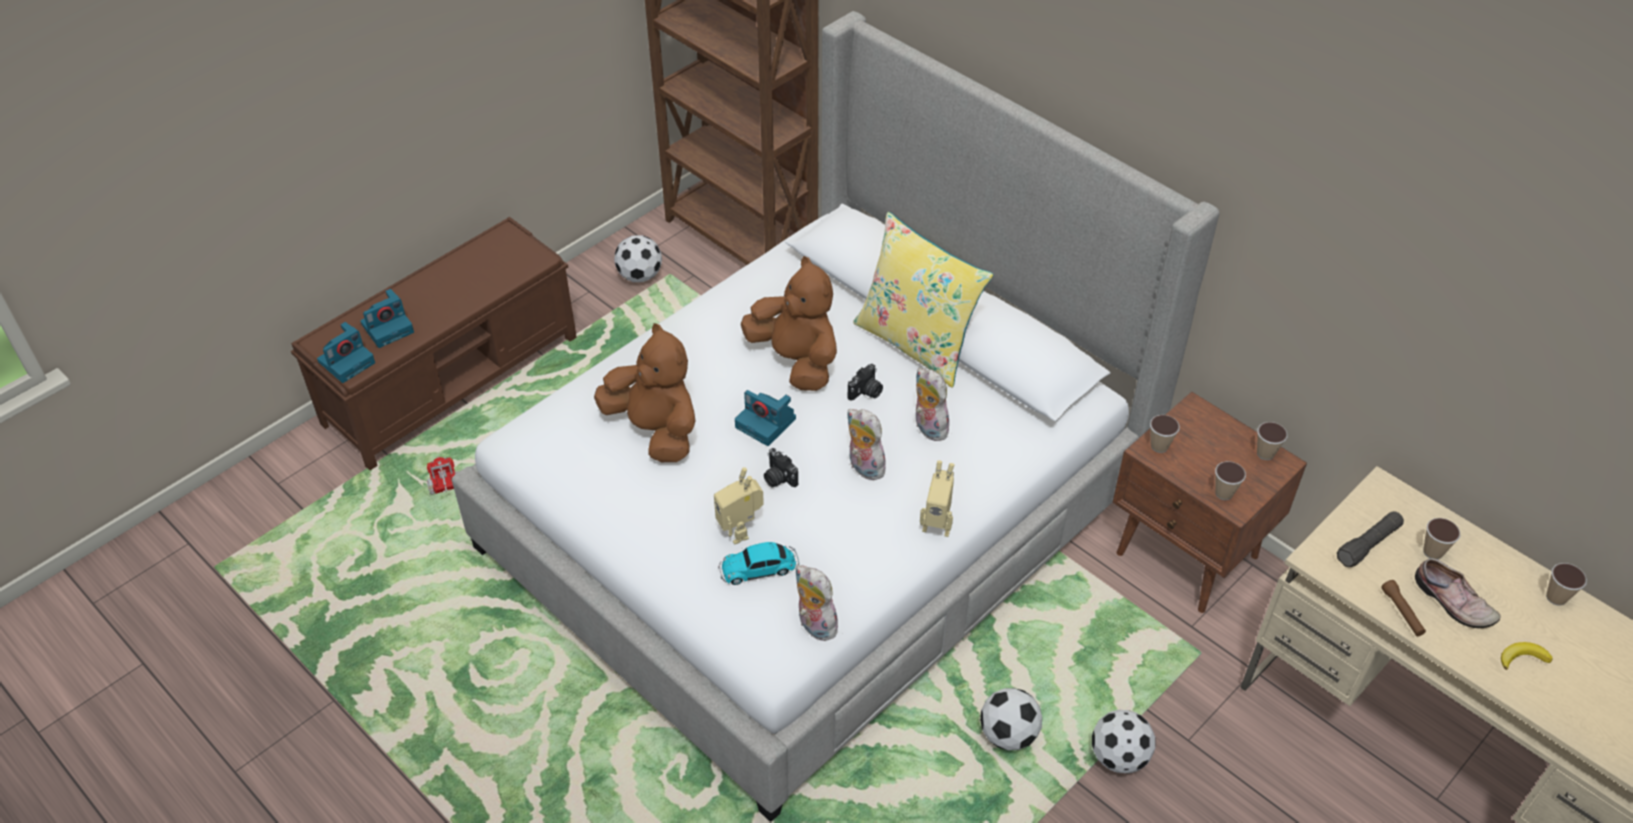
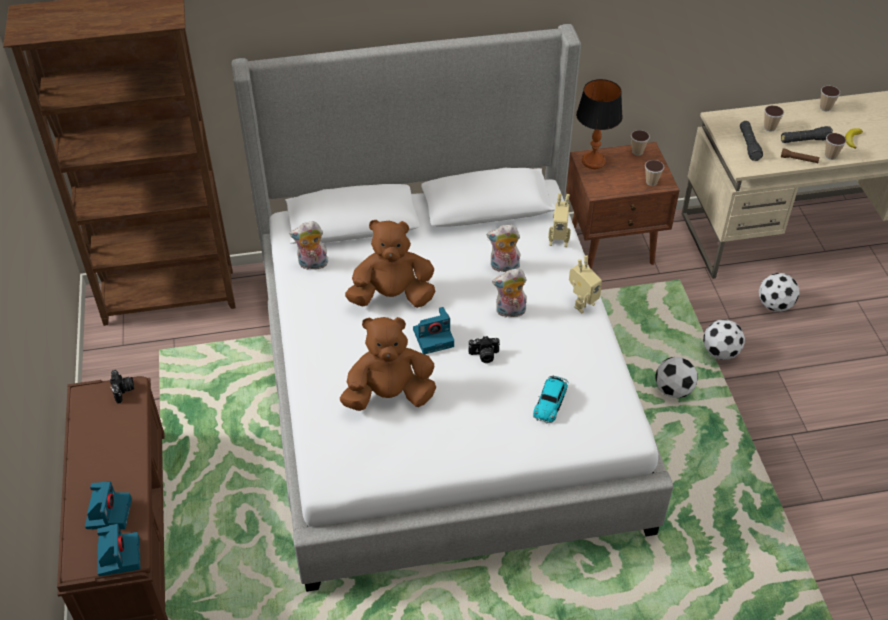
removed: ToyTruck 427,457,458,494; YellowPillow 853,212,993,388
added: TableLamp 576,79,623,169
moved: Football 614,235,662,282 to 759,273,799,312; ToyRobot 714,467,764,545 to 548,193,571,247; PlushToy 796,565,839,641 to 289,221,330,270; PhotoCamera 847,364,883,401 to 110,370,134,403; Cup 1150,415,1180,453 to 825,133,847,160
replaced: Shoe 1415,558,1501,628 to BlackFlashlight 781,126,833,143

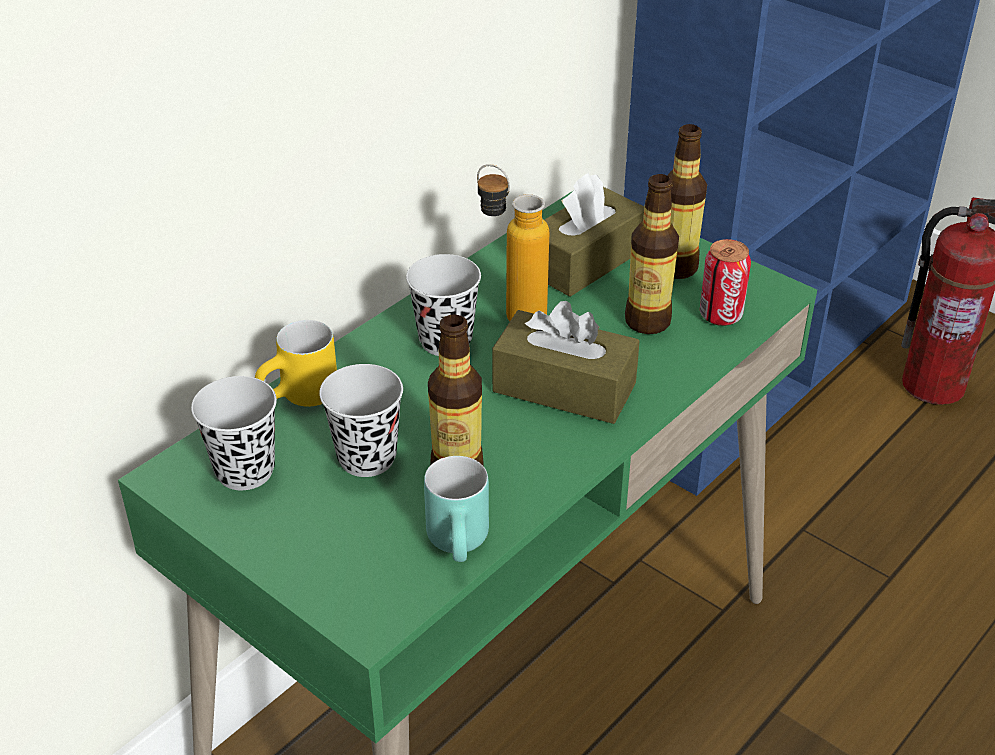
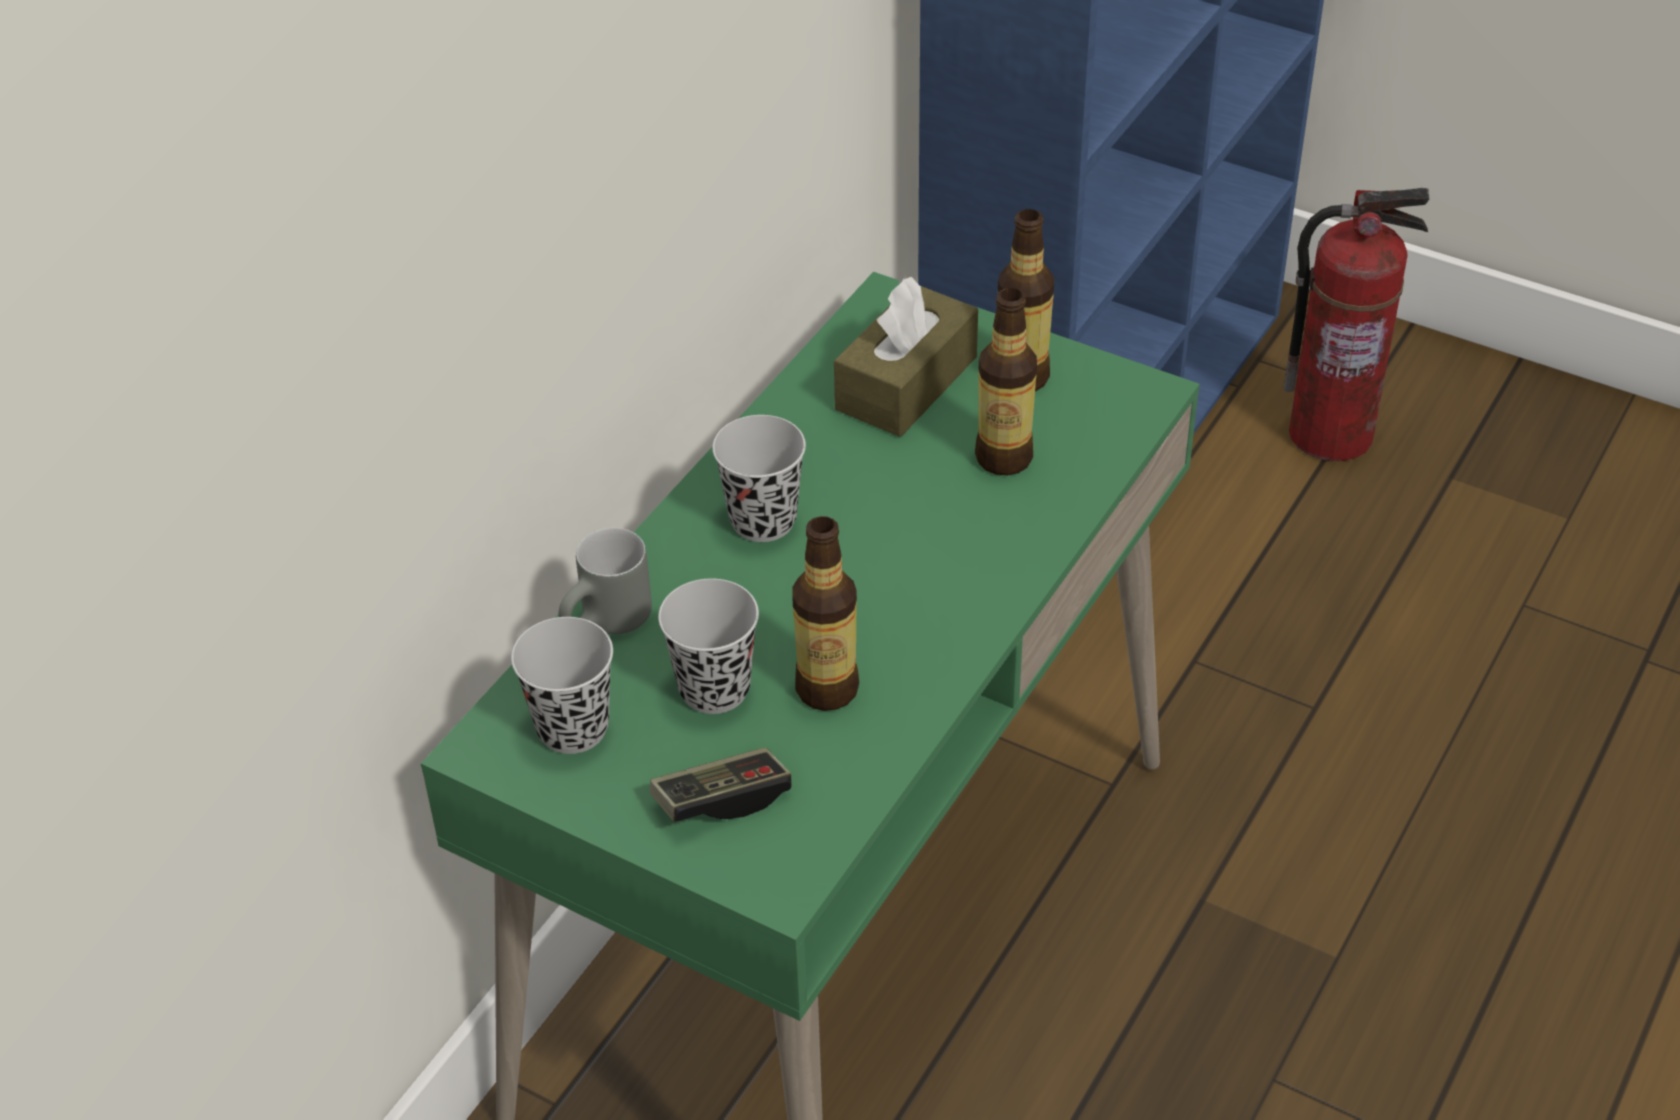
removed: TurquoiseMug 424,456,489,562; Bottle 477,164,549,321; BrownTissueBox 492,301,640,424; Can 700,239,751,326
added: GameController 650,748,791,822
recoloured: YellowMug 255,320,337,407 to GreyMug 559,528,652,634

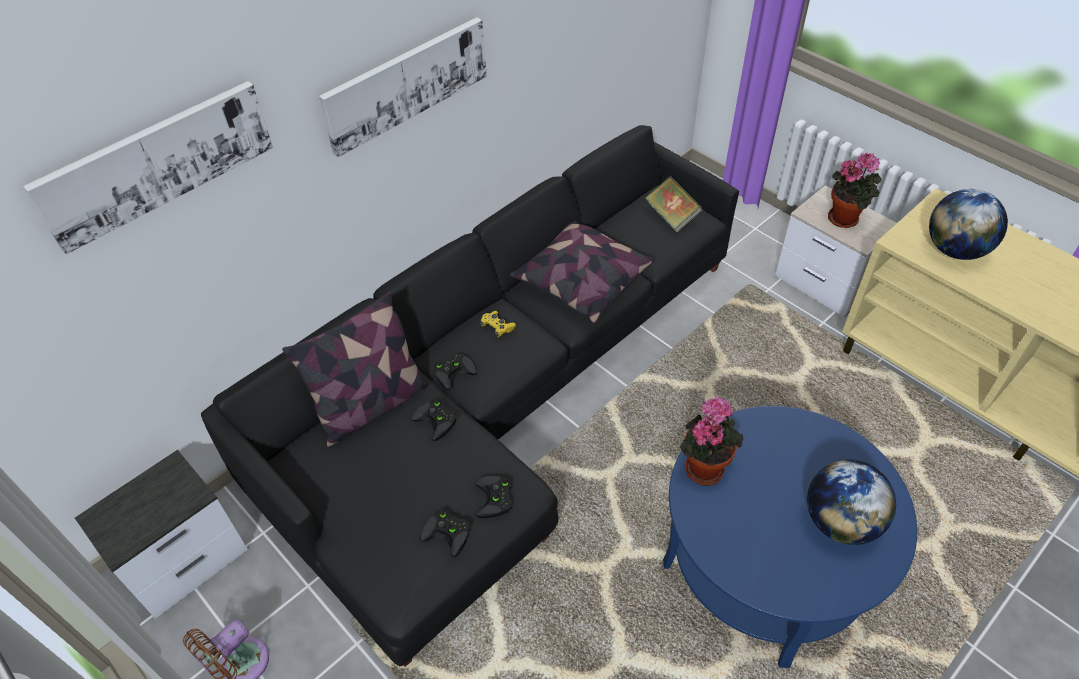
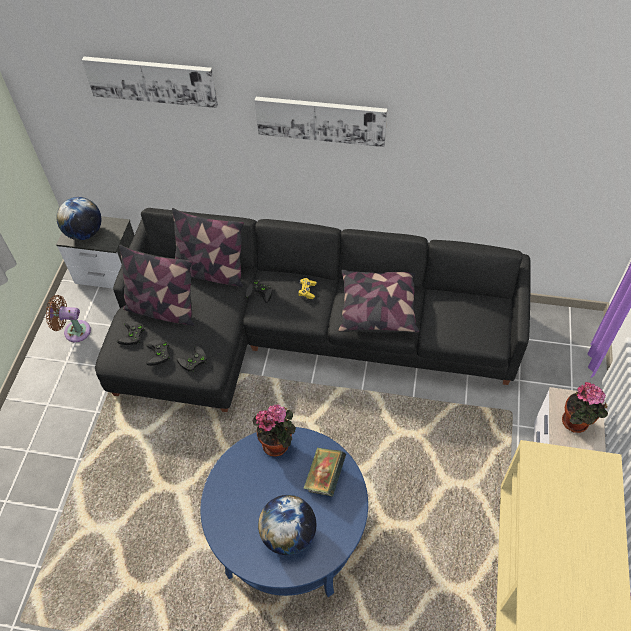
added: Pillow 119,244,194,326
moved: BlackGameController 411,399,457,441 to 117,321,145,345; Book 645,176,703,232 to 303,448,346,496; Globe 929,189,1008,260 to 56,197,101,240

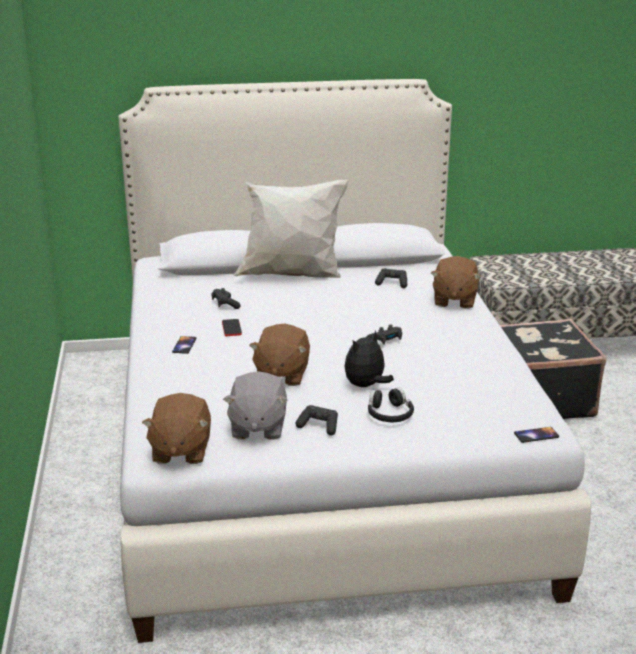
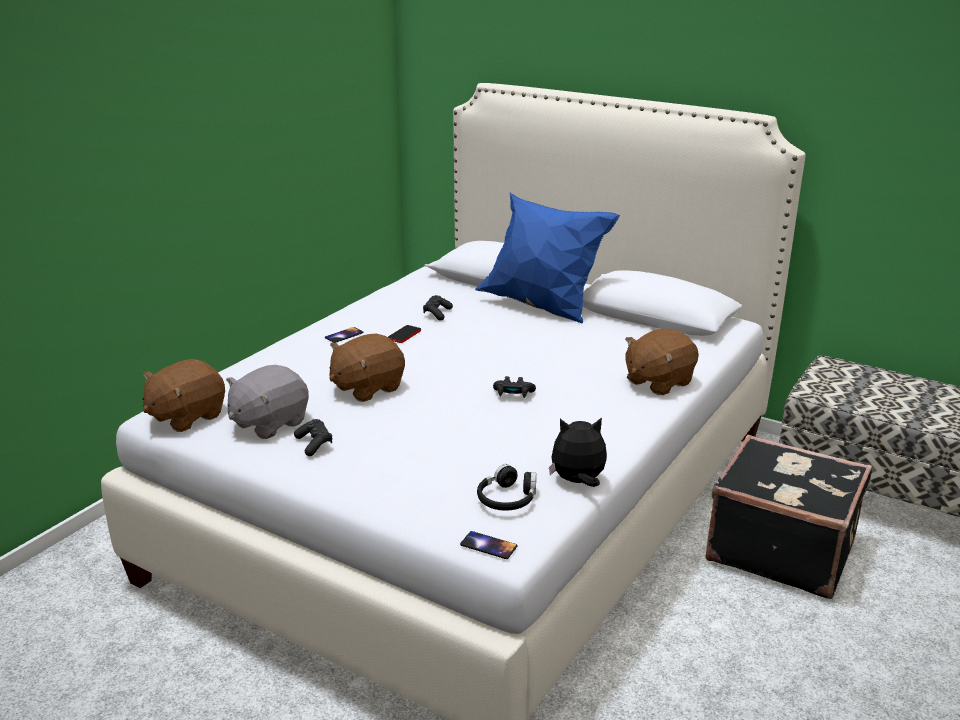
removed: BlackGameController 375,268,407,288
moved: PlushToy 344,330,394,387 to 549,417,607,487; BlackHeadphones 368,388,414,422 to 477,464,536,511
recoloured: WhitePillow 234,179,349,278 to BluePillow 475,193,620,323

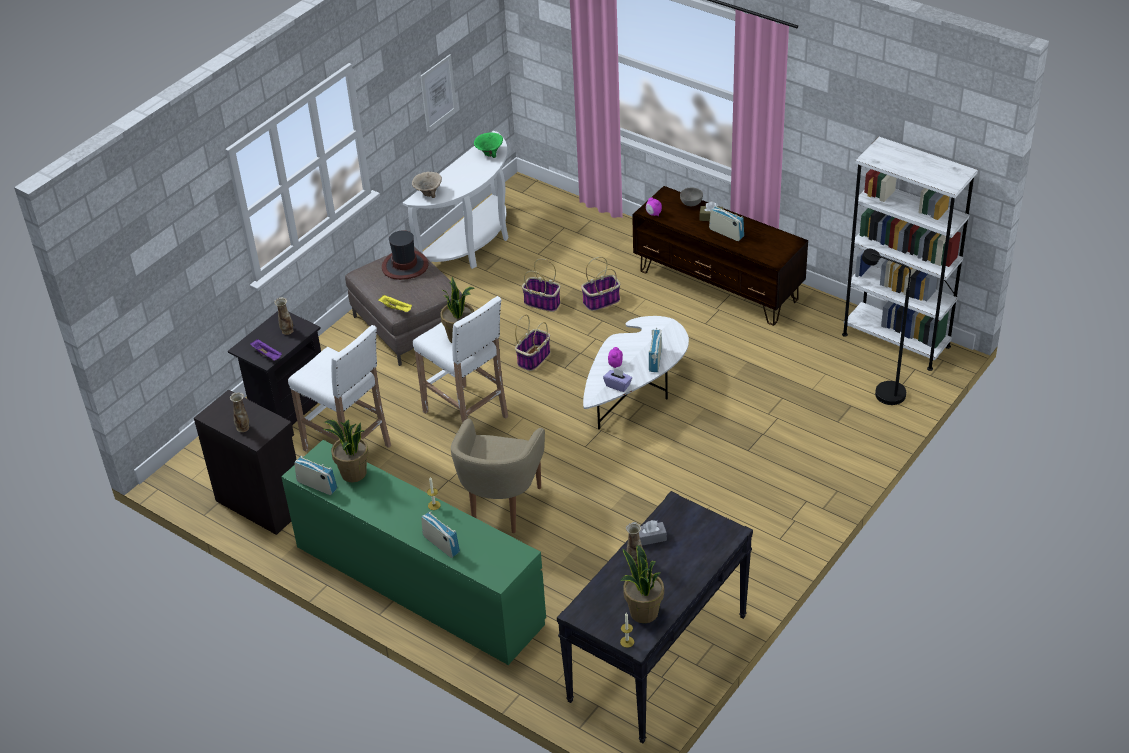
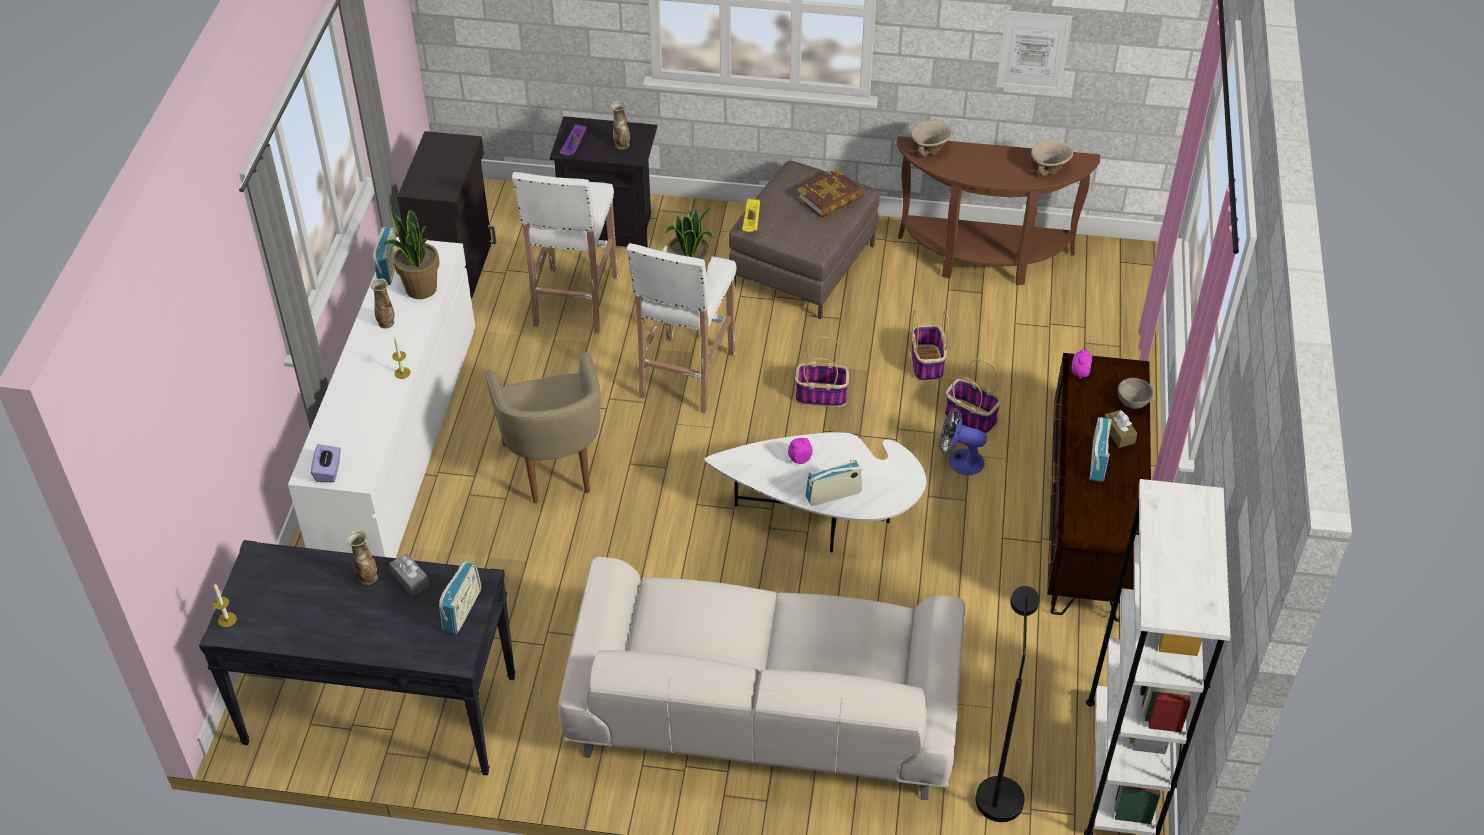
removed: PottedPlant 620,545,664,623
added: WhiteSofa 558,557,965,800; Fan 940,408,987,475
moved: Vase 230,392,249,432 to 370,278,394,329; Radio 421,511,460,558 to 439,561,481,634; PurpleTissueBox 603,368,632,392 to 311,444,341,482
replaced: Hat 382,230,428,280 to Book 797,169,864,218
recoloured: GreenDresser 281,440,546,665 to WhiteDresser 288,237,475,558; WhiteConsoleTable 403,131,509,269 to BrownConsoleTable 897,136,1100,285; GreenBowl 474,132,503,158 to BeigeBowl 1031,140,1073,176
turned: BeigeArmchair 451,419,545,533 = 485,352,601,503 90 degrees counterclockwise

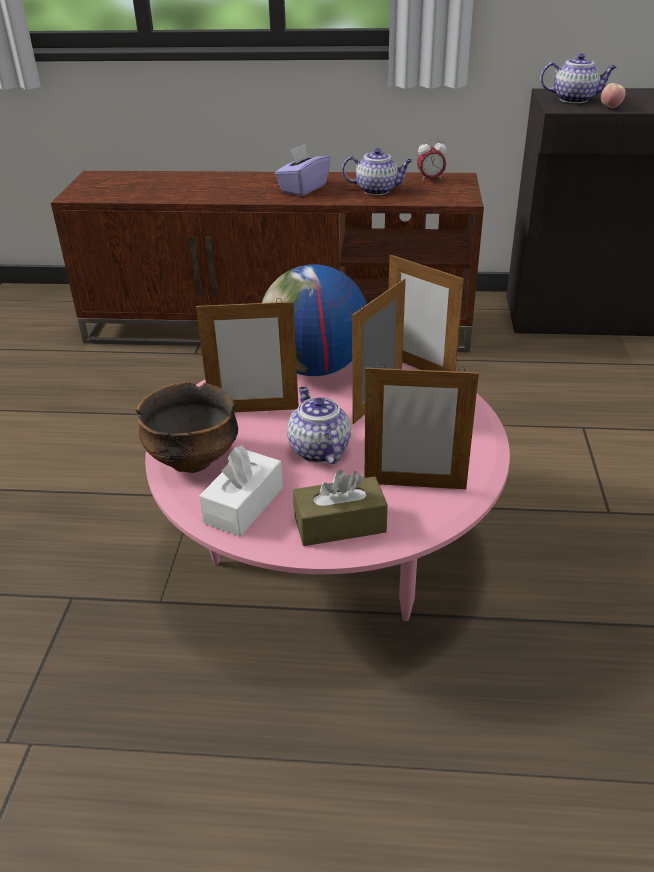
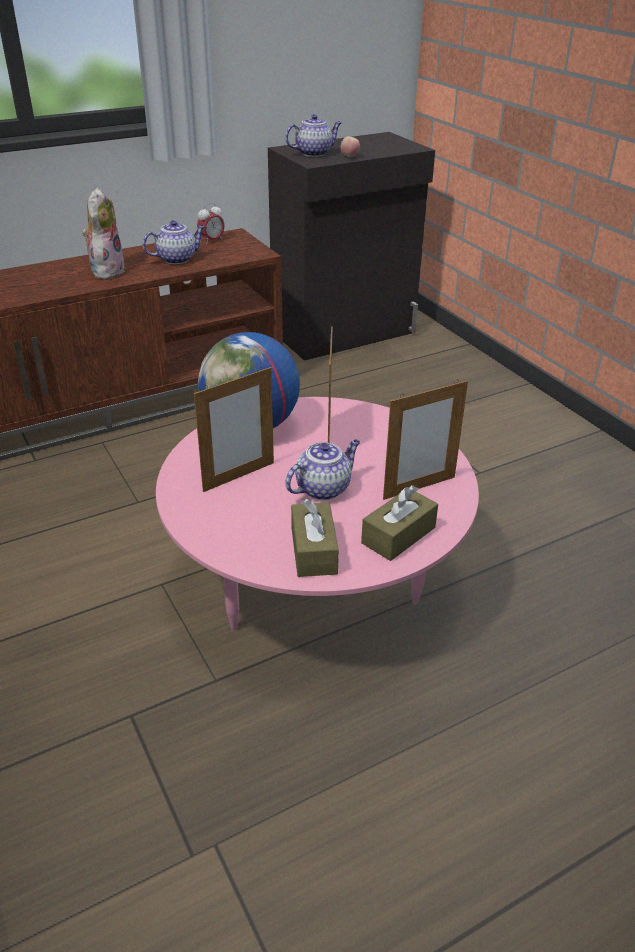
removed: Bowl 136,382,238,473; PictureFrame 389,254,464,372
replaced: PurpleTissueBox 275,144,331,196 to PlushToy 82,188,126,279
recoloured: WhiteTissueBox 199,446,283,536 to BrownTissueBox 291,499,339,577
turned: Teapot 287,387,351,464 = 285,440,360,500 105 degrees clockwise

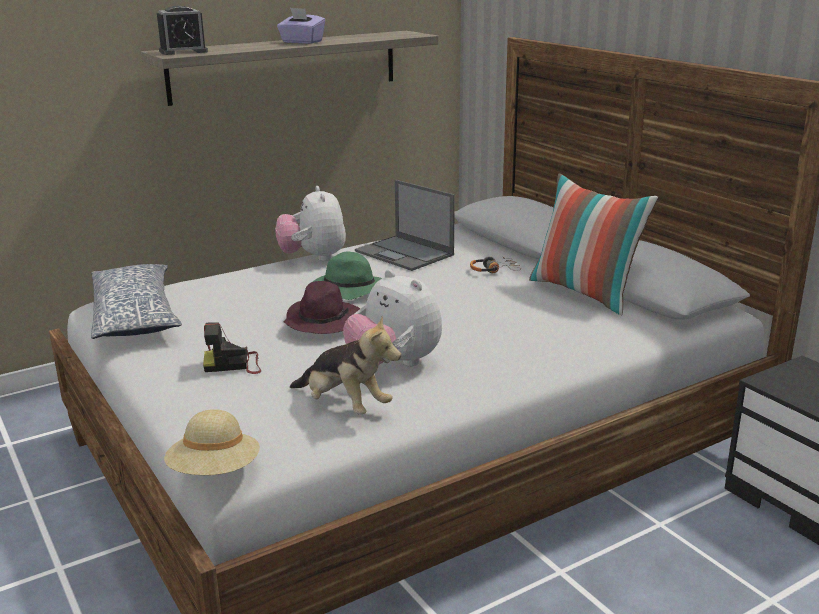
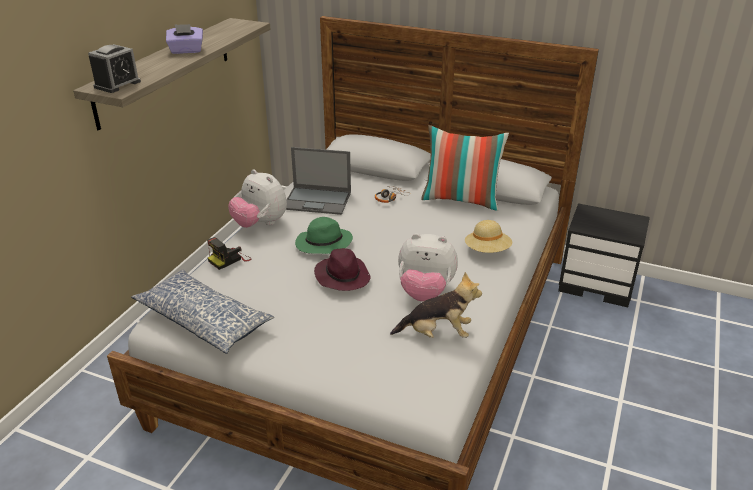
moved: BeigeHat 164,409,260,475 to 465,220,512,253; PhotoCamera 203,322,261,374 to 207,237,251,270

